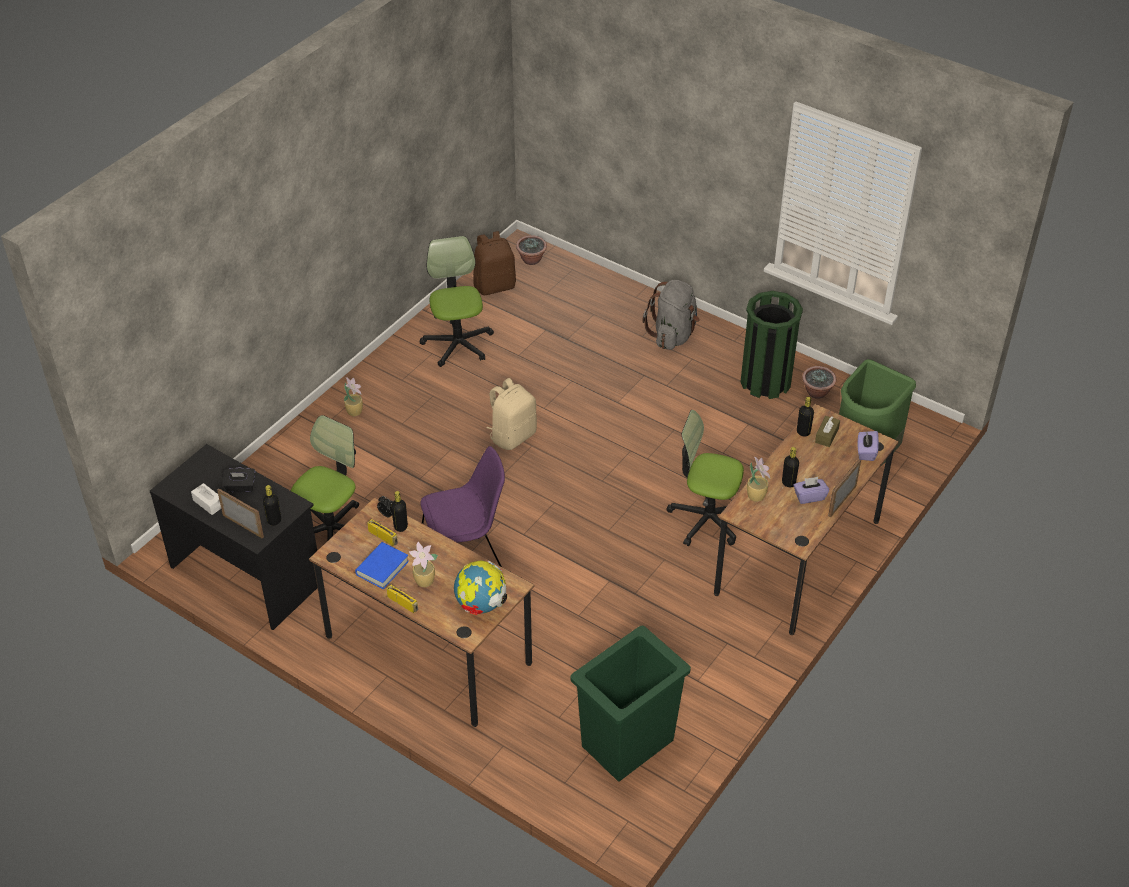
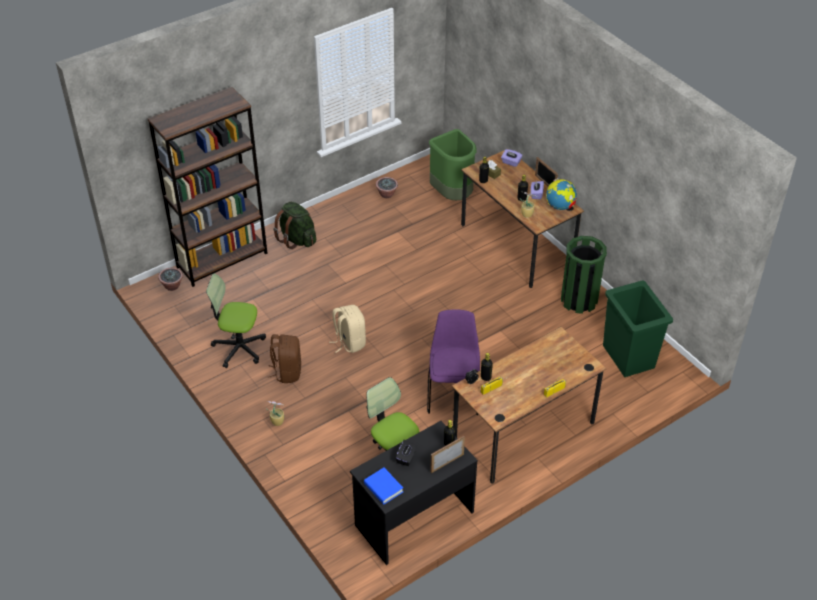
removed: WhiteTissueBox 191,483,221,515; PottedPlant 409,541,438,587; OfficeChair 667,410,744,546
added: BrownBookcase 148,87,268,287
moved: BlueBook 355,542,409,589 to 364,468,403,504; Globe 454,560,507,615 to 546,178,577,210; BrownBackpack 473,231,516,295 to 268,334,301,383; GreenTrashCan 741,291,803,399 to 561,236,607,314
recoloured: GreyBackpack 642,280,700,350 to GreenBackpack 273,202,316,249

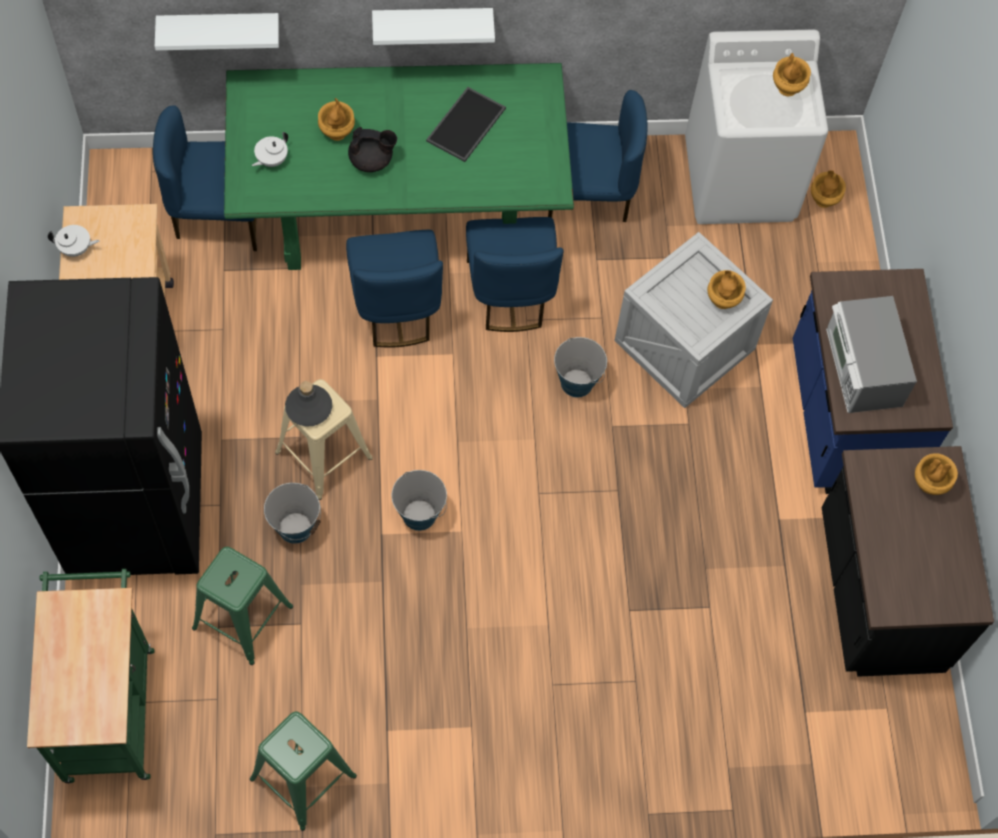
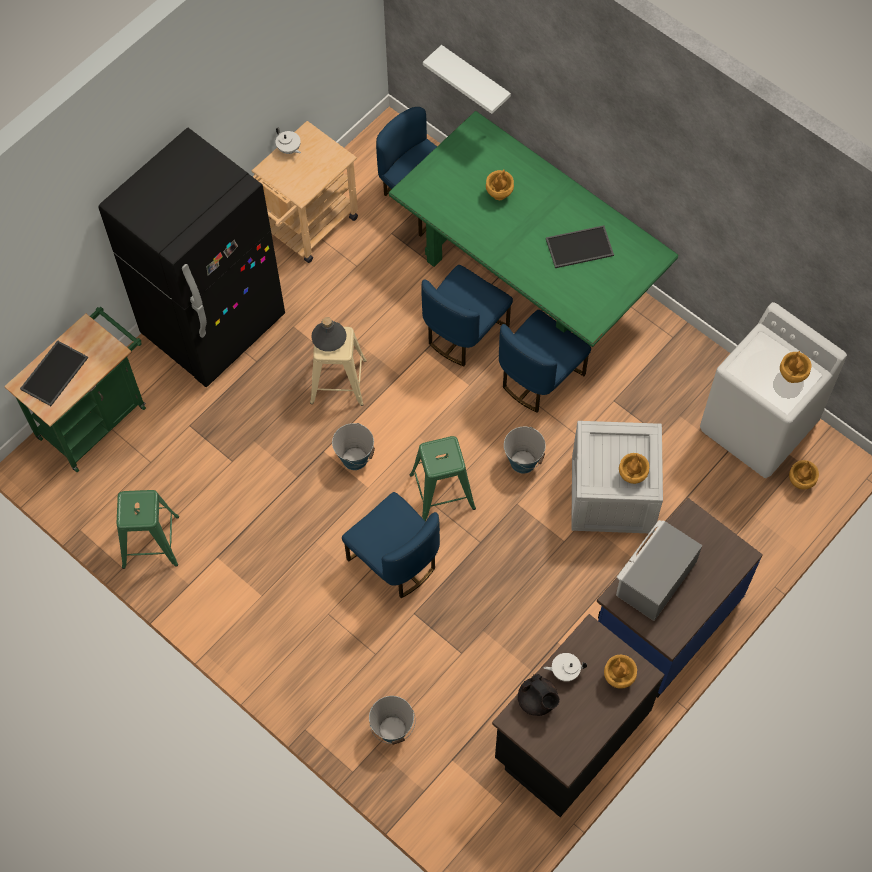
removed: WhiteShelf 372,8,495,45
added: Tray 20,340,88,406
moved: GreenStool 192,547,293,665 to 410,436,476,521; WhiteTeapot 252,132,288,167 to 544,653,587,682; Bucket 264,483,321,544 to 369,696,416,745; BlackTeapot 348,127,397,172 to 518,674,560,716; BlueChair 548,90,647,222 to 342,492,440,598

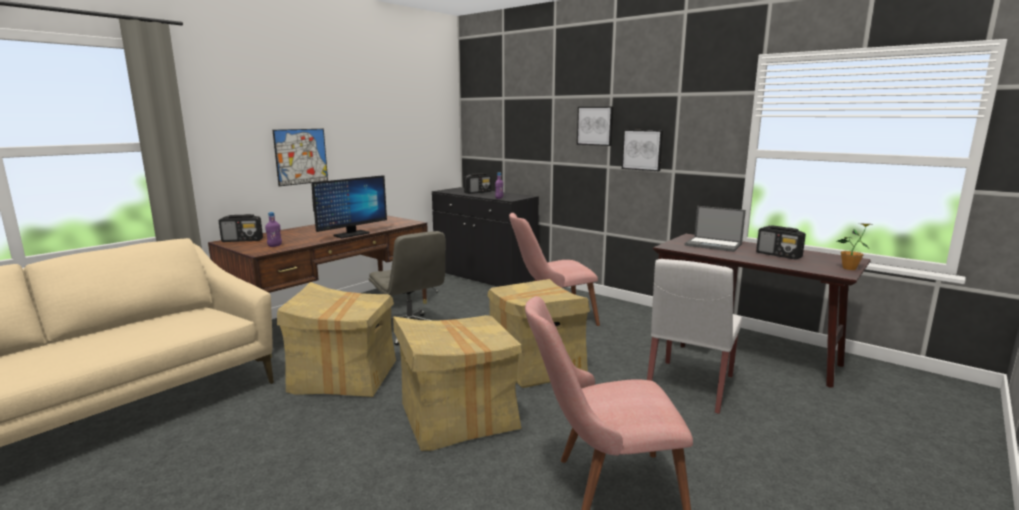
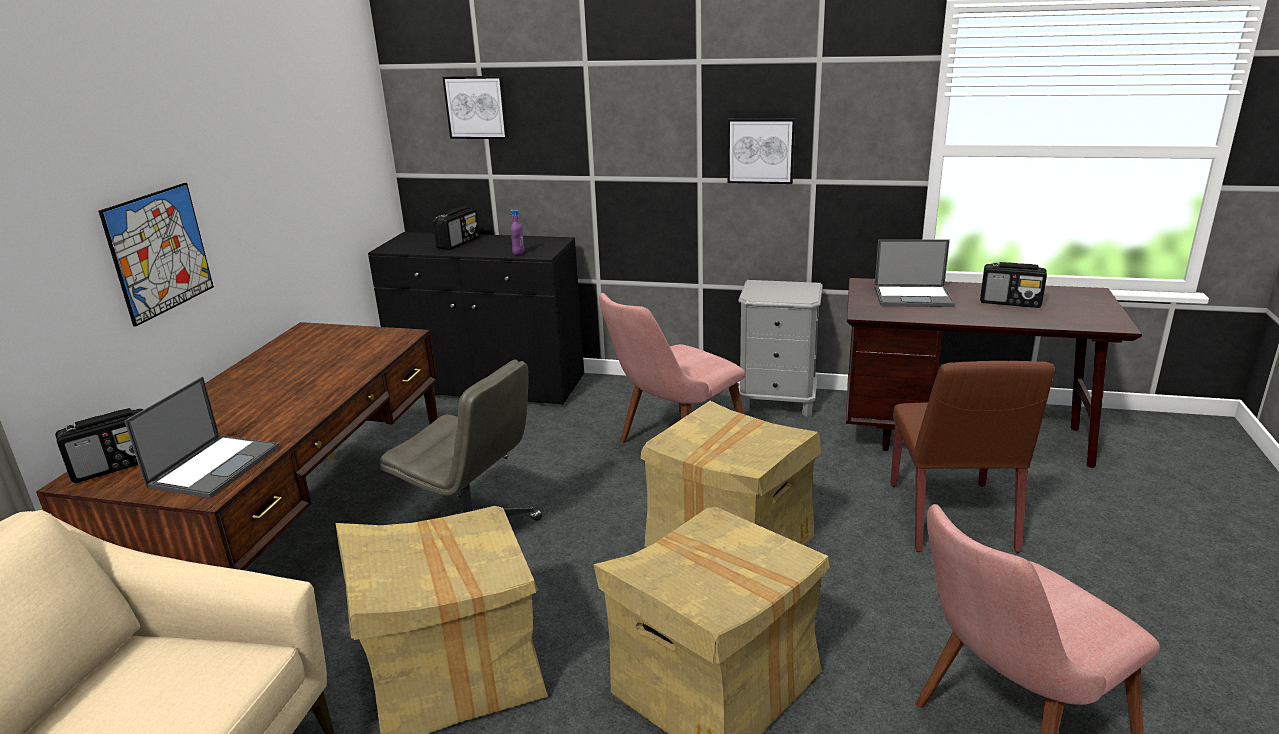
removed: Monitor 311,175,387,238; PottedPlant 837,224,871,270
added: GreyNightstand 738,280,823,417
moved: Picture 577,107,613,146 to 443,76,509,139
replaced: PurpleBottle 265,212,282,247 to Laptop 124,377,279,499
recoloured: WhiteChair 647,259,742,414 to BrownChair 890,361,1054,553

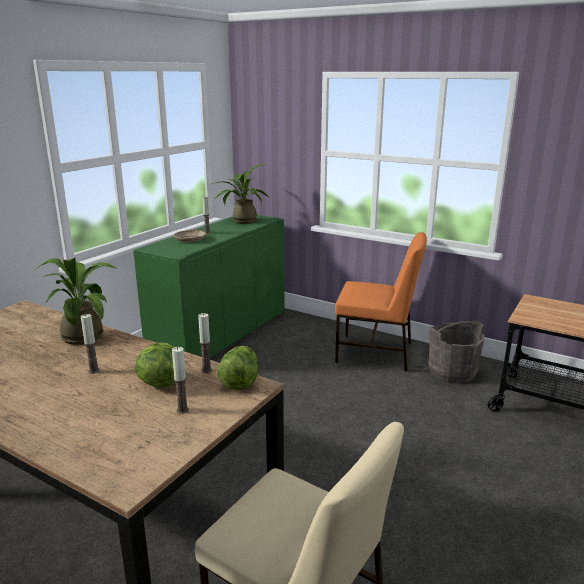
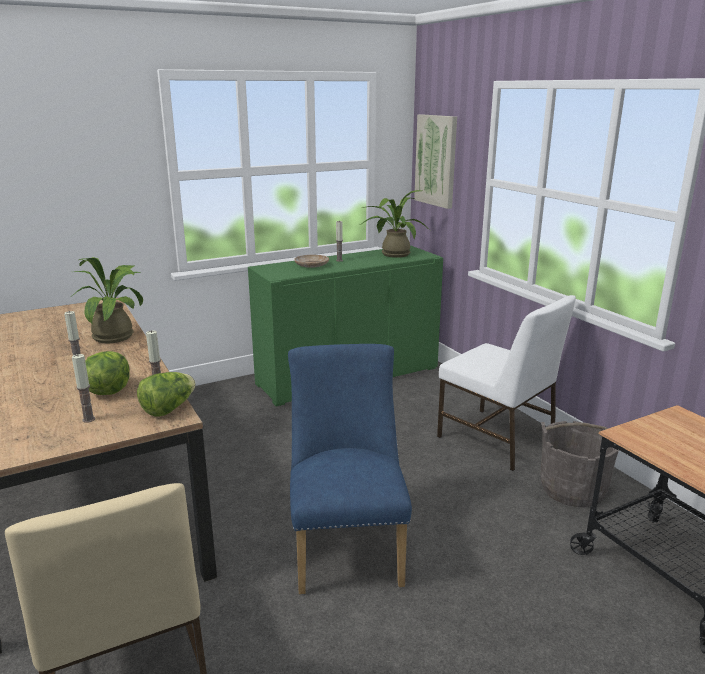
added: BlueChair 288,344,412,594; Picture 414,114,457,209
recoloured: OrangeChair 335,232,427,372 to WhiteChair 437,295,576,471

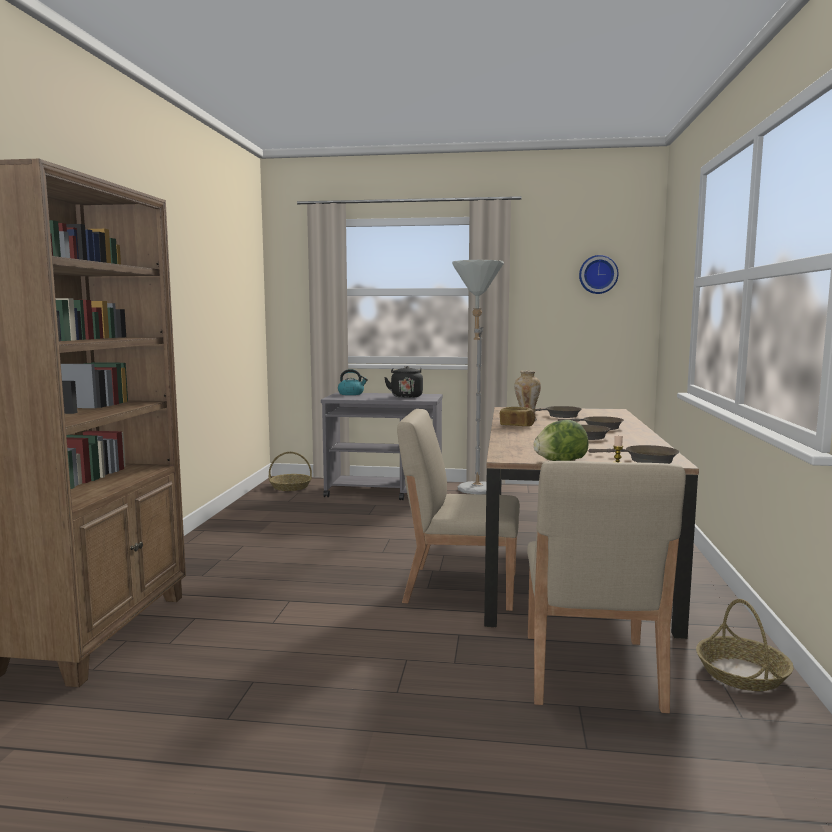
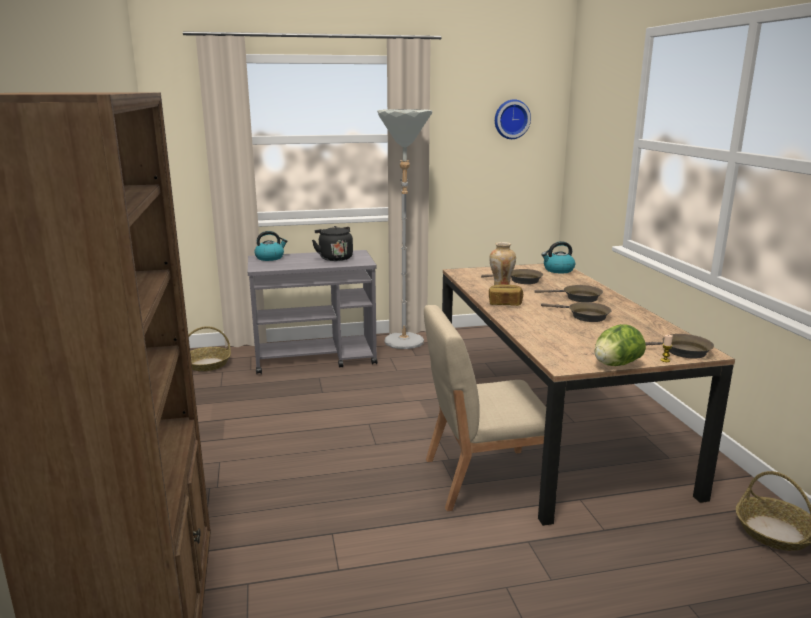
removed: BeigeChair 527,461,686,713
added: Kettle 541,241,575,274

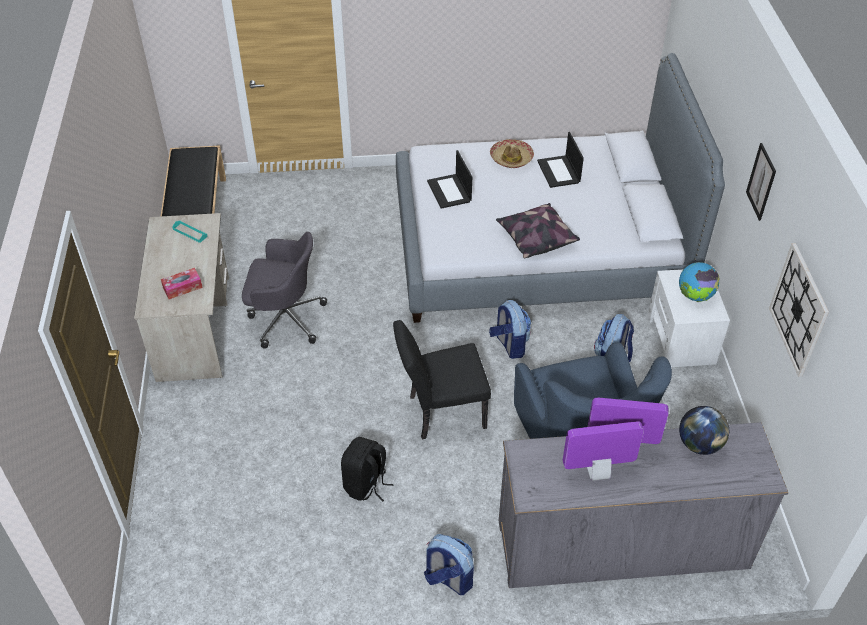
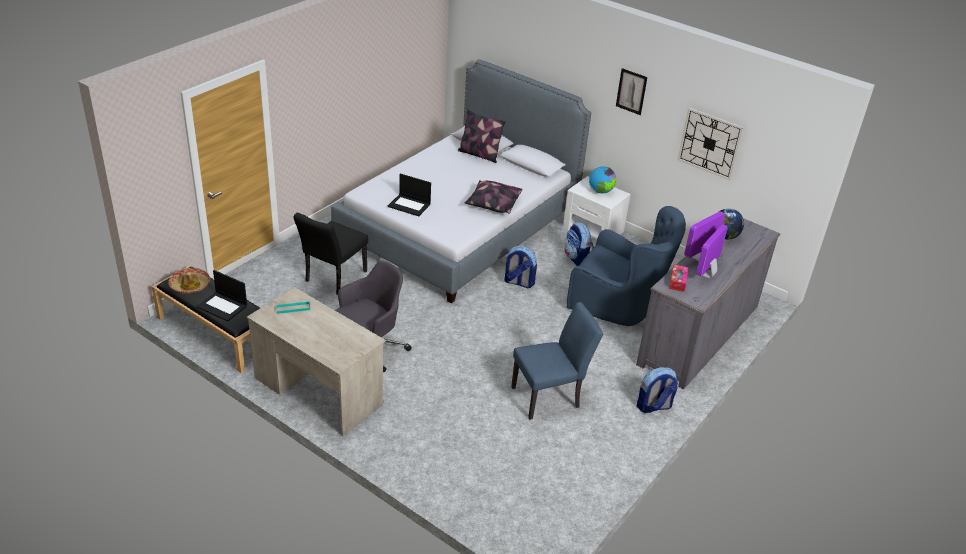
added: Pillow 458,109,506,163
moved: TissueBox 161,268,203,299 to 669,265,689,292; BlackChair 393,320,491,439 to 294,213,368,295; Hat 490,139,534,168 to 169,268,210,294; Laptop 537,132,584,188 to 197,270,247,321
replaced: BlackBackpack 341,437,394,501 to BlueChair 511,302,603,420

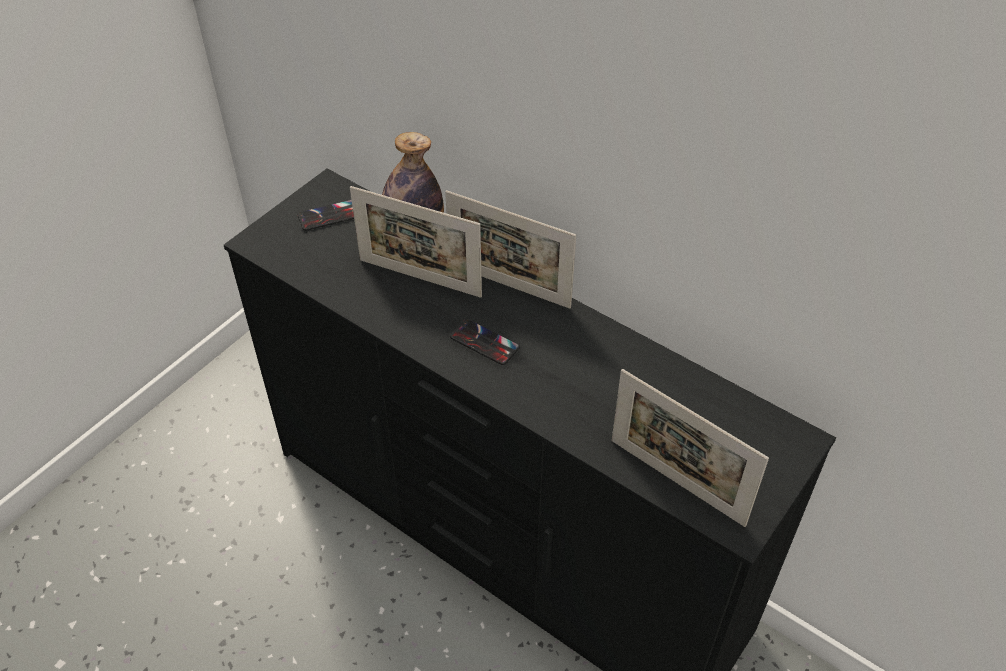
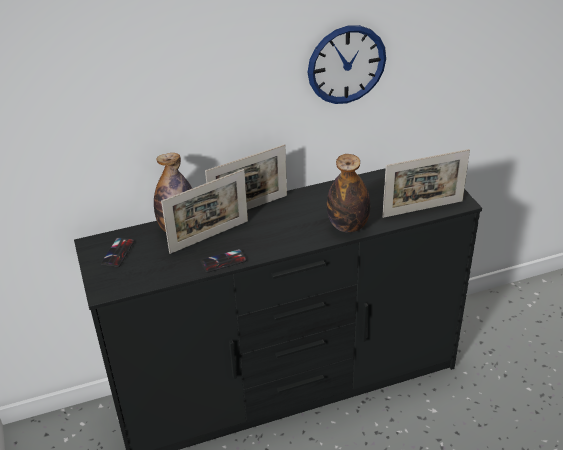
added: WallClock 308,25,386,104; Bottle 327,154,370,233
moved: Phone 450,319,520,365 to 200,249,247,273

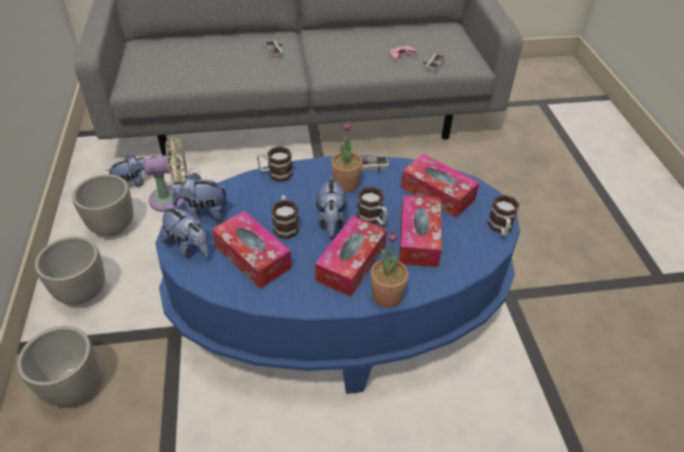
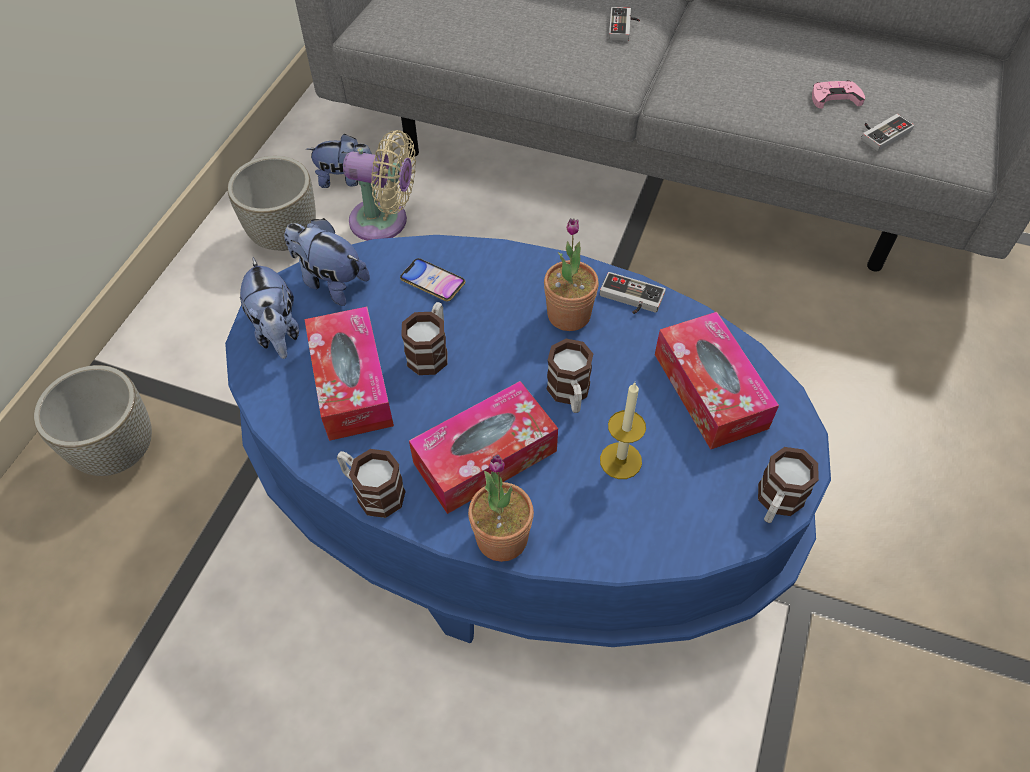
removed: GreyPlanter 35,236,105,305; PlushToy 316,175,346,237
added: Phone 400,258,466,301
moved: Mug 257,146,293,182 to 337,449,406,518
replaced: TissueBox 399,195,442,267 to Candle 600,383,646,479

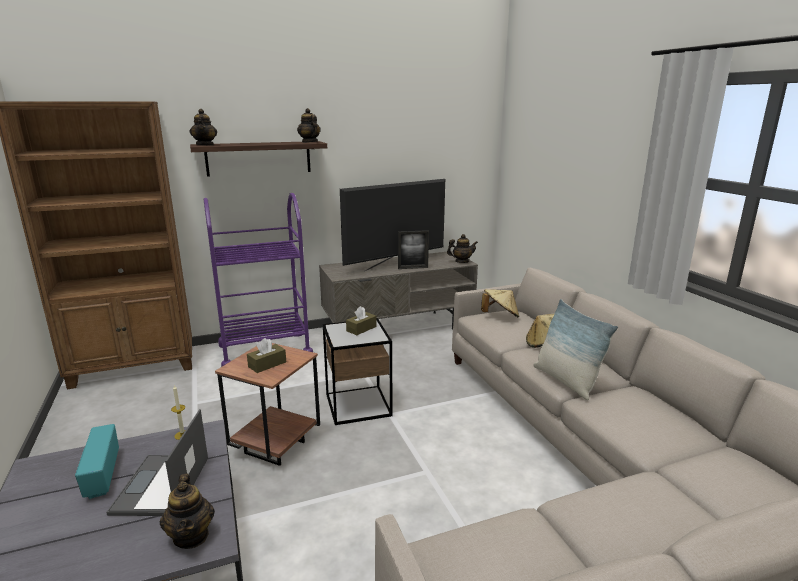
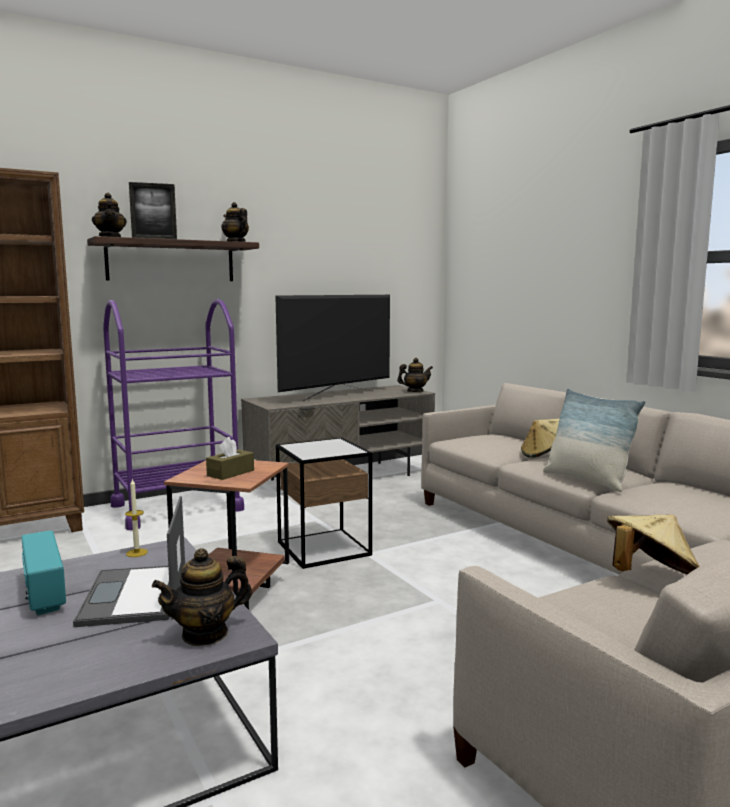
removed: BrownTissueBox 346,306,377,335
moved: PictureFrame 398,230,429,269 to 129,182,177,239; BeigeHat 481,289,519,317 to 607,514,700,574
turned: Teapot 160,474,215,549 = 152,548,252,646 90 degrees clockwise

